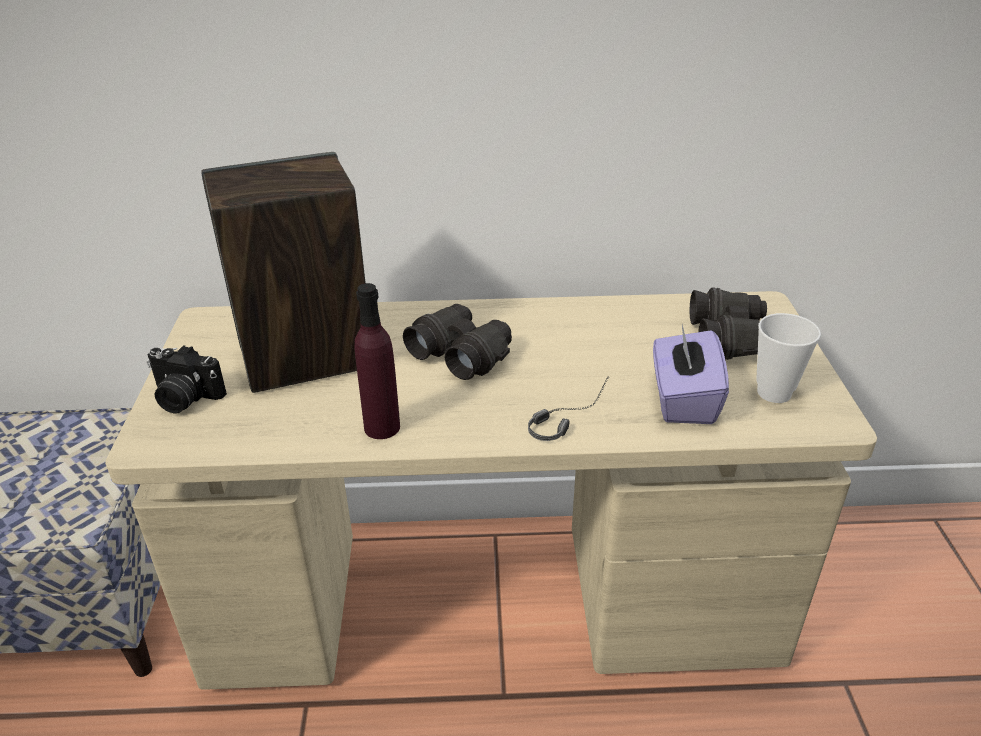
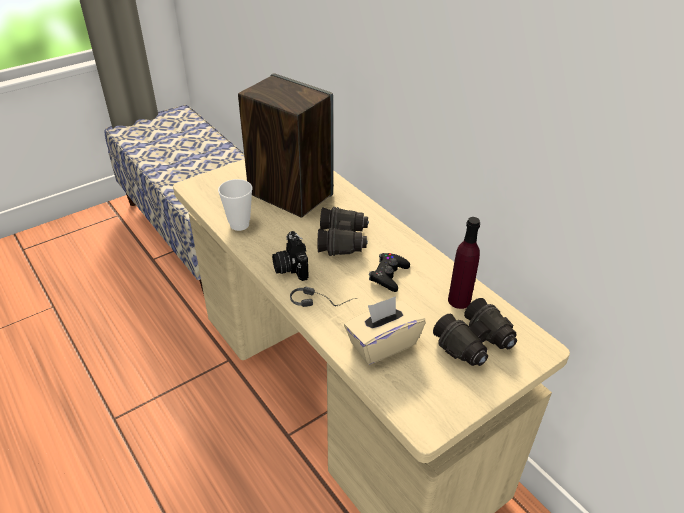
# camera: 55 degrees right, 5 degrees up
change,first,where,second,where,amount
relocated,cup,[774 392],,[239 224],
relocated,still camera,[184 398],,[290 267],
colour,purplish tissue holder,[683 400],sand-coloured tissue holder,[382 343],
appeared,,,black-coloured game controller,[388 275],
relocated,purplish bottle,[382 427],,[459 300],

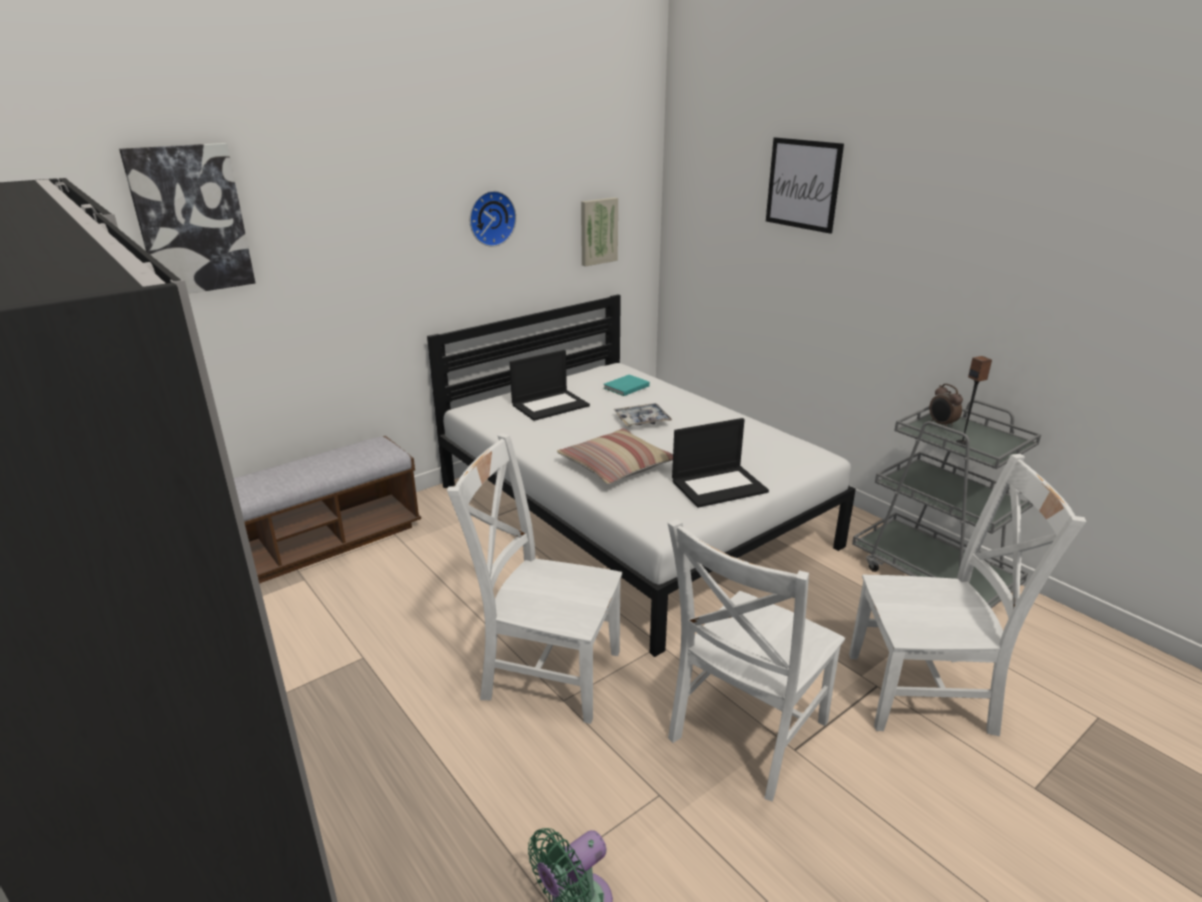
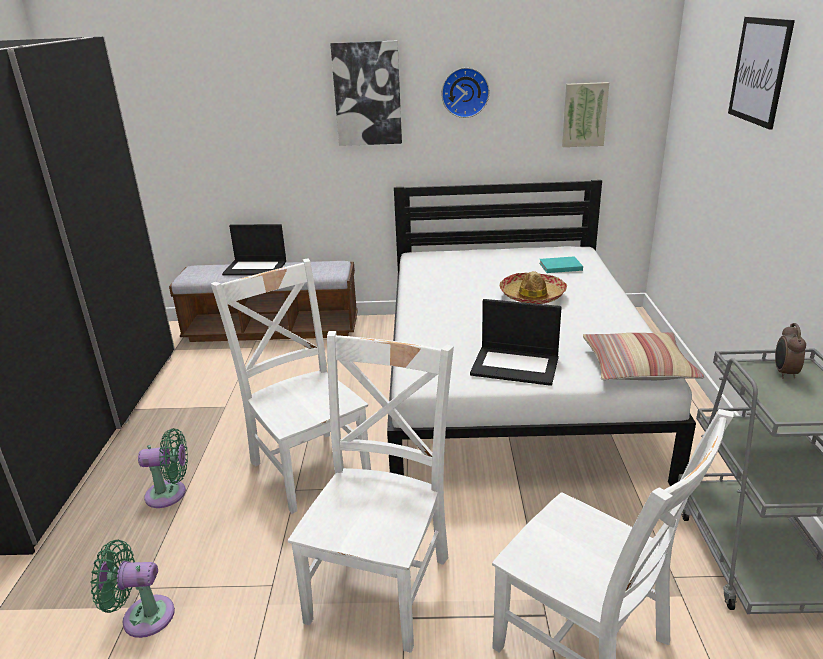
# camera: 40 degrees right, 0 degrees up
change,first,where,second,where,amount
appeared,,,greenish fan,[170 494],
relocated,laptop,[550 405],,[256 267],
spun,white plain chair,[745 734],,[382 583],120 degrees clockwise
relocated,wall art,[191 220],,[367 94],
exchanged,carrying tray,[642 420],wearable hat,[532 296],
relocated,throw pillow,[616 466],,[637 367],
missing,audio speaker,[962 442],,,

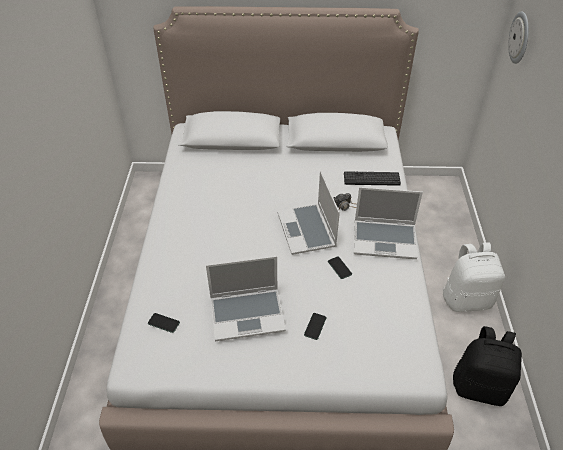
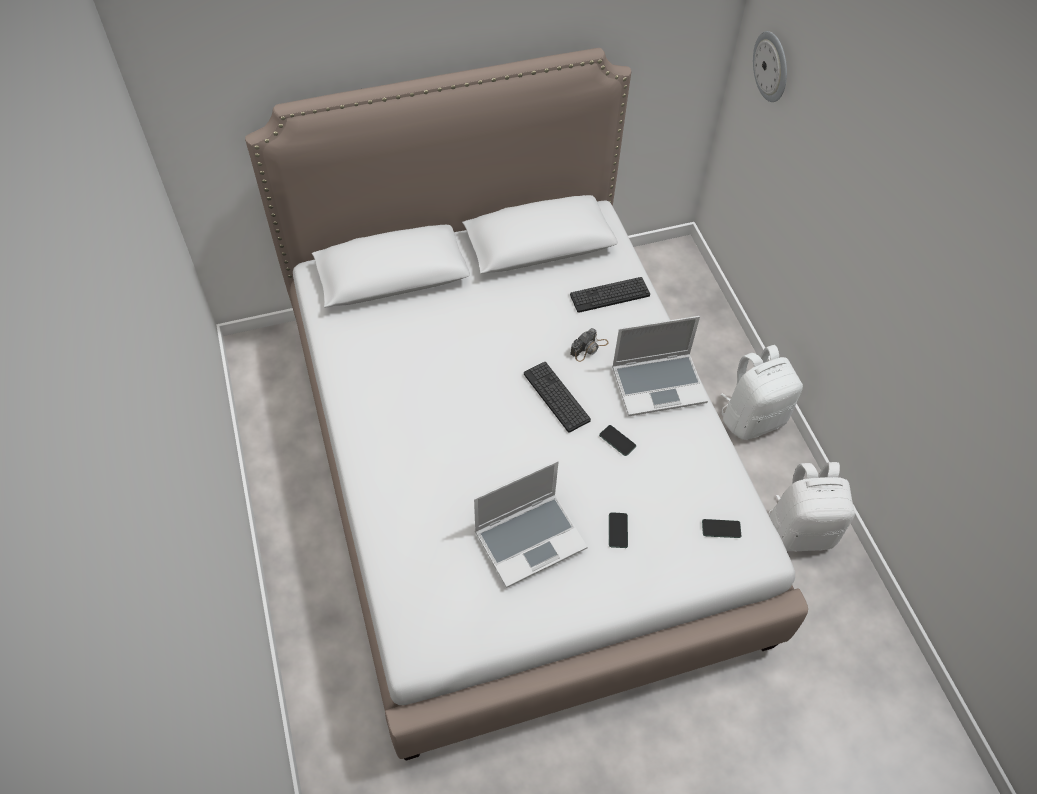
# camera: 20 degrees left, 10 degrees up
change,first,where,second,where,amount
exchanged,laptop,[307 230],computer keyboard,[556 397],
relocated,phone,[163 323],,[721 529],
colour,black-coloured backpack,[480 386],white backpack,[800 530],

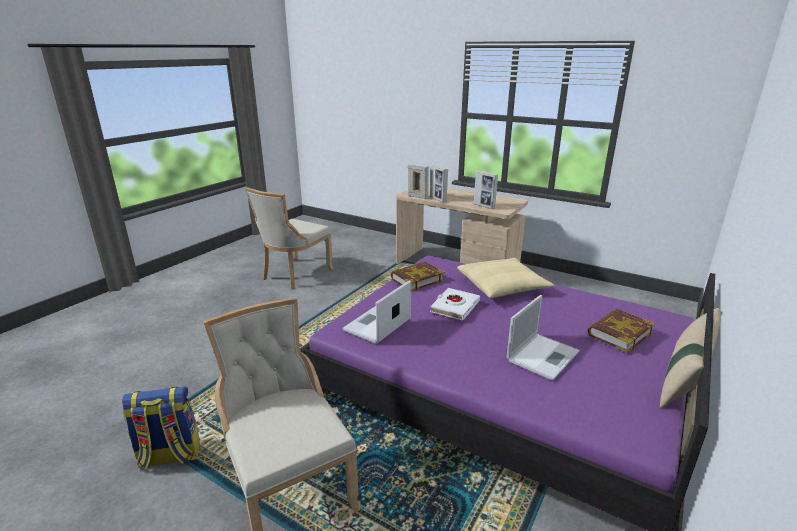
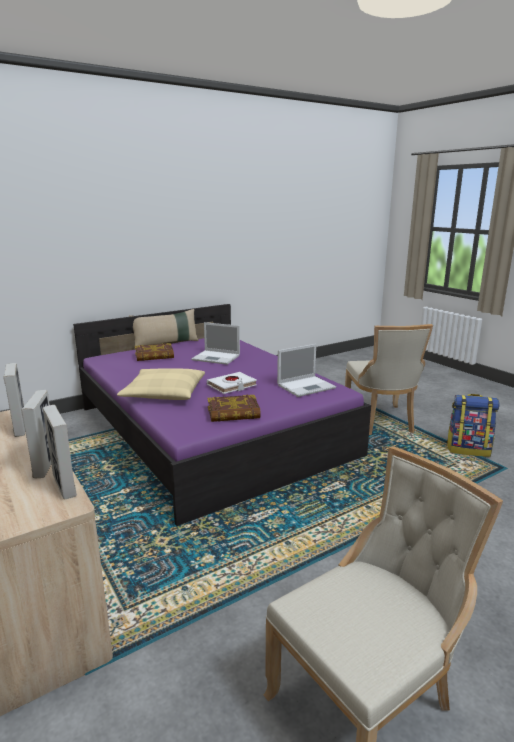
# camera: 155 degrees left, 5 degrees down
change,first,where,second,where,amount
spun,laptop,[543 355],,[217 357],135 degrees counterclockwise

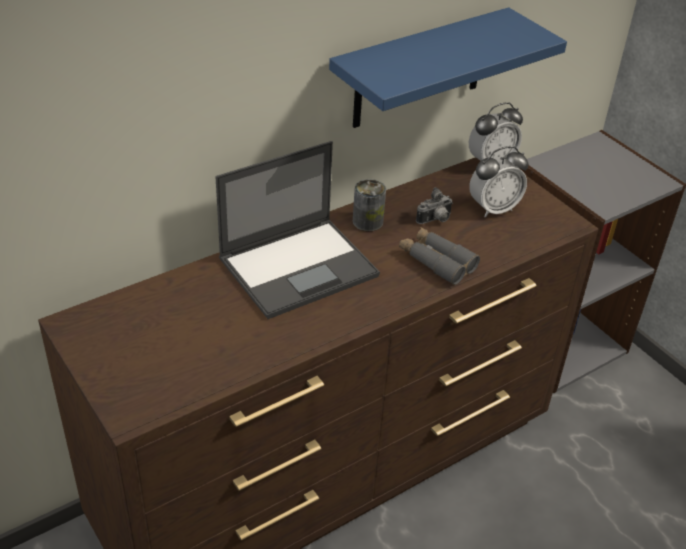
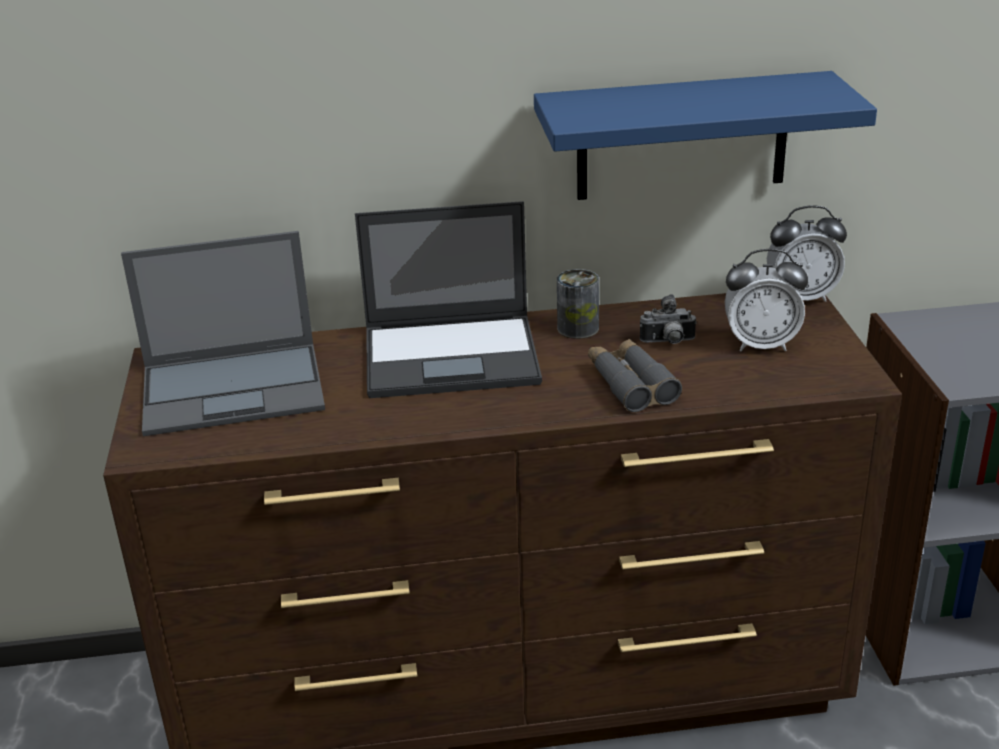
# camera: 30 degrees right, 10 degrees down
change,first,where,second,where,amount
appeared,,,laptop,[235 388],

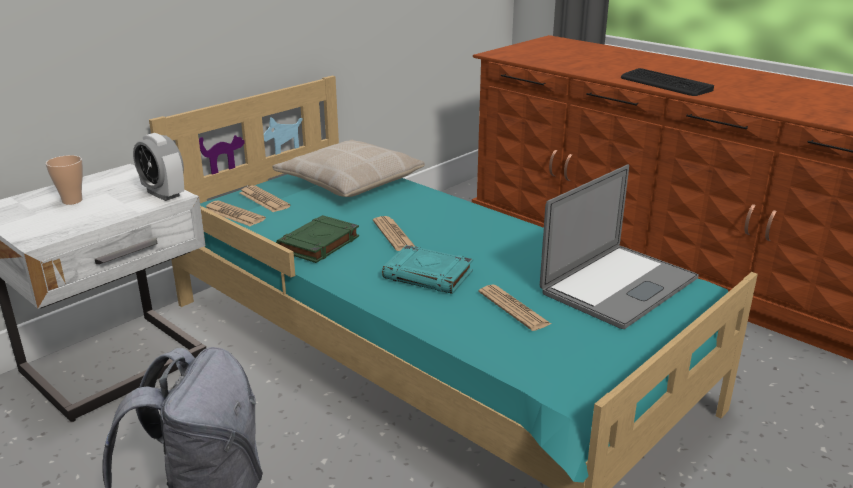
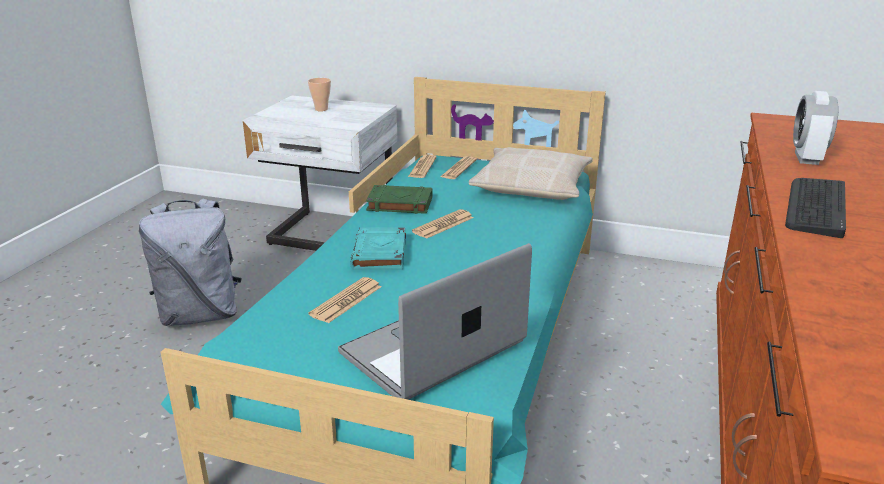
# camera: 65 degrees right, 0 degrees up
change,first,where,second,where,amount
spun,laptop,[619 285],,[433 348],120 degrees clockwise
relocated,alarm clock,[163 194],,[806 158],

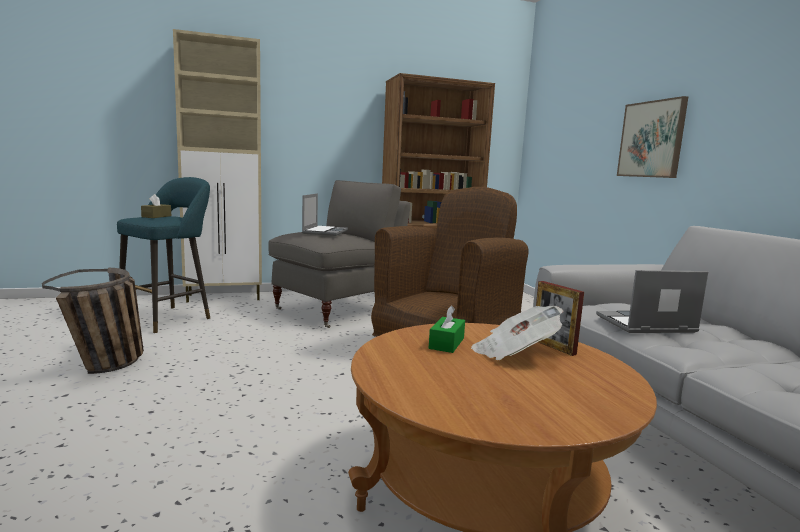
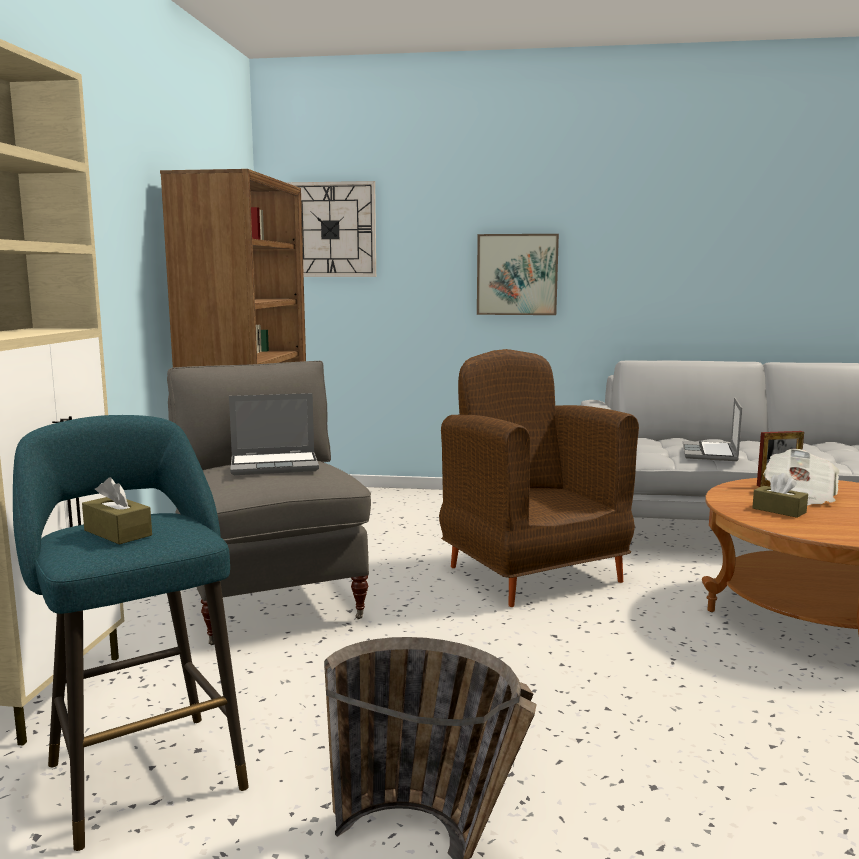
# camera: 65 degrees left, 0 degrees up
change,first,where,second,where,amount
spun,laptop,[324 232],,[275 465],135 degrees clockwise
appeared,,,clock on the wall,[330 230],
colour,greenish tissue holder,[446 343],brown tissue holder,[779 510],

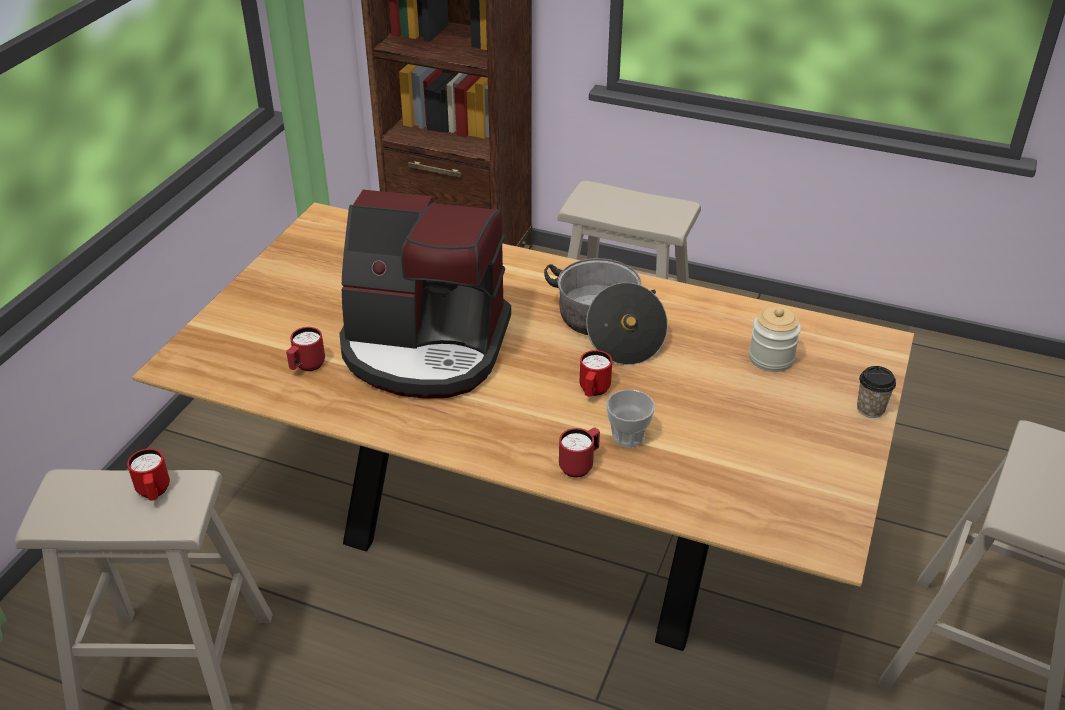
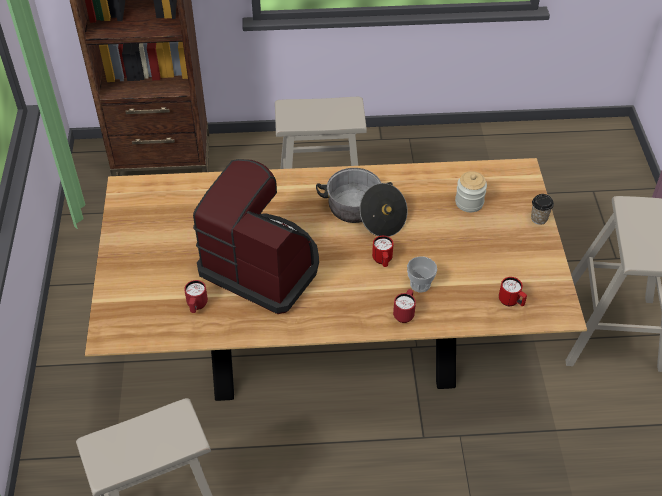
# camera: 25 degrees left, 10 degrees up
change,first,where,second,where,amount
spun,coffee brewer,[425 348],,[262 266],135 degrees counterclockwise
relocated,red-coloured tea mug,[154 493],,[511 302],

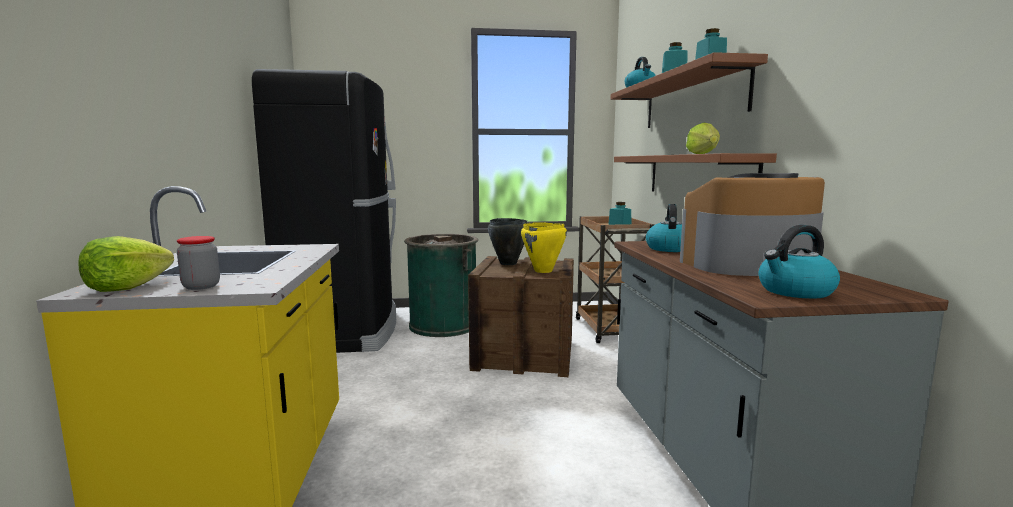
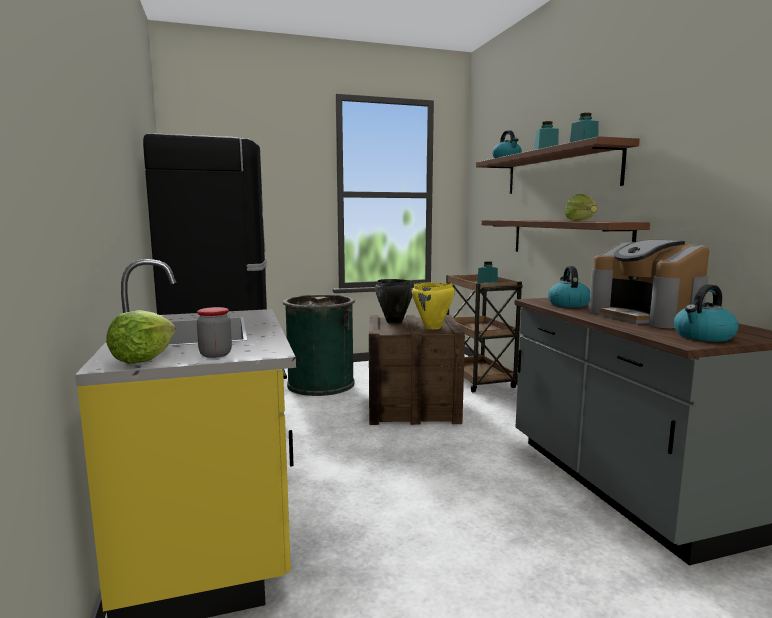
# camera: 10 degrees left, 0 degrees up
change,first,where,second,where,amount
spun,coffee brewer,[748 265],,[646 316],90 degrees counterclockwise

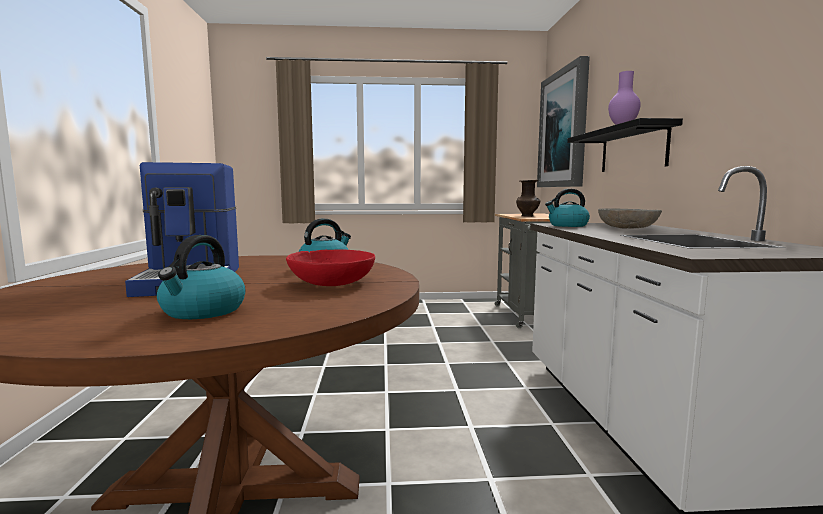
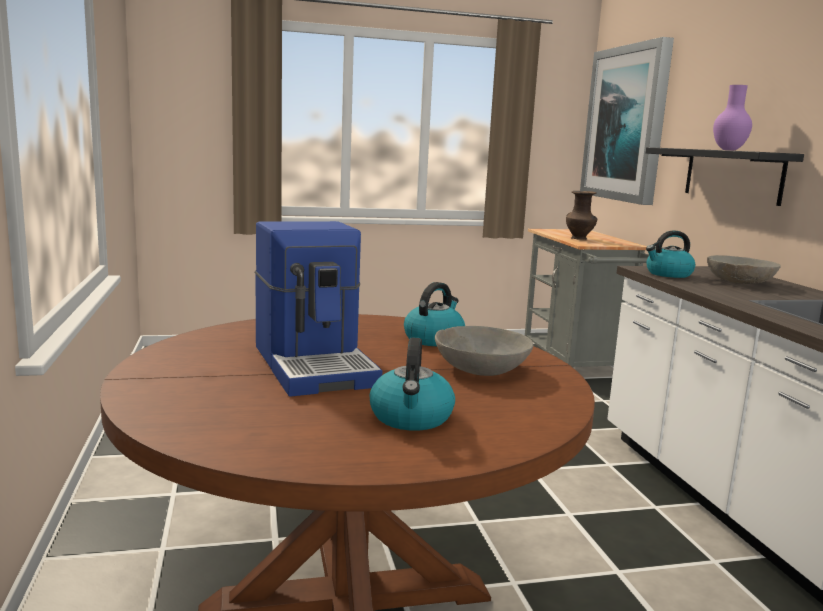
# camera: 10 degrees left, 5 degrees up
change,first,where,second,where,amount
colour,red-coloured bowl,[331 283],gray bowl,[481 369],

